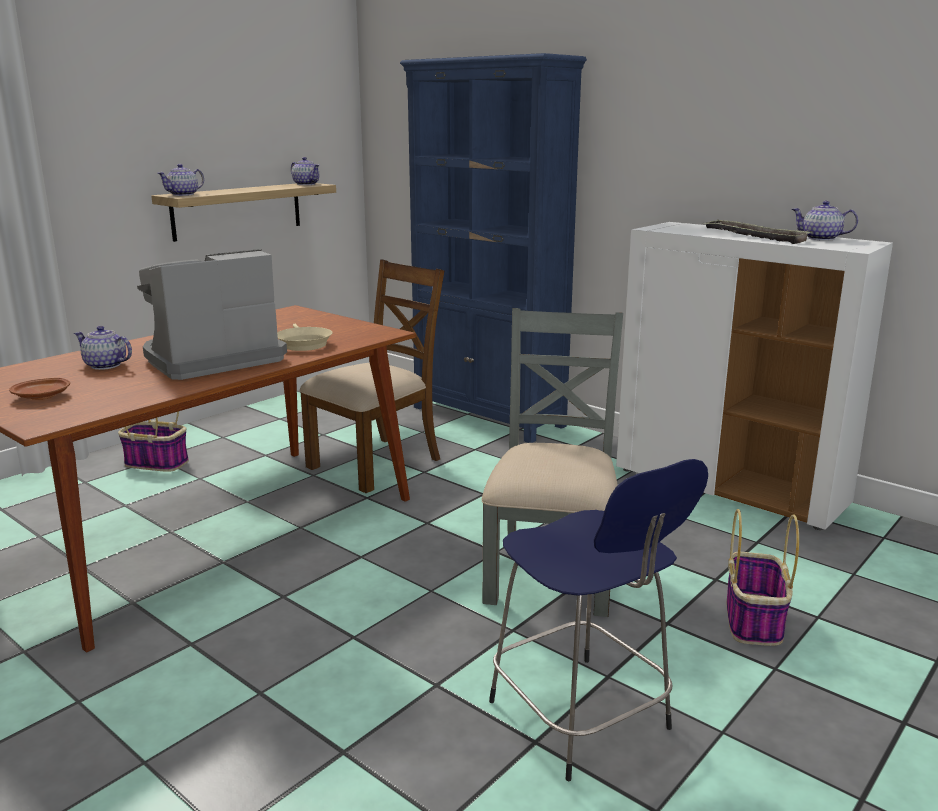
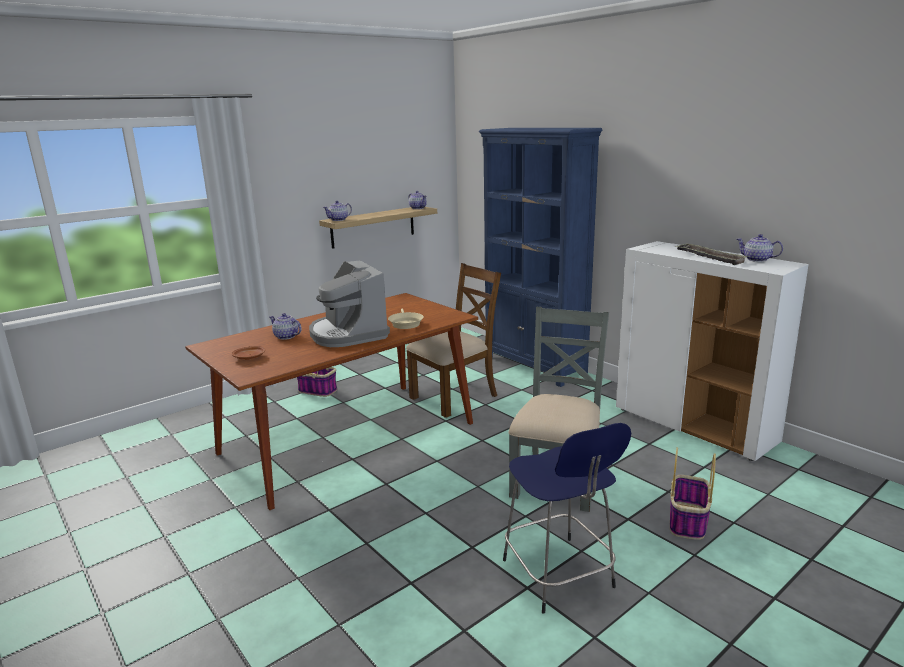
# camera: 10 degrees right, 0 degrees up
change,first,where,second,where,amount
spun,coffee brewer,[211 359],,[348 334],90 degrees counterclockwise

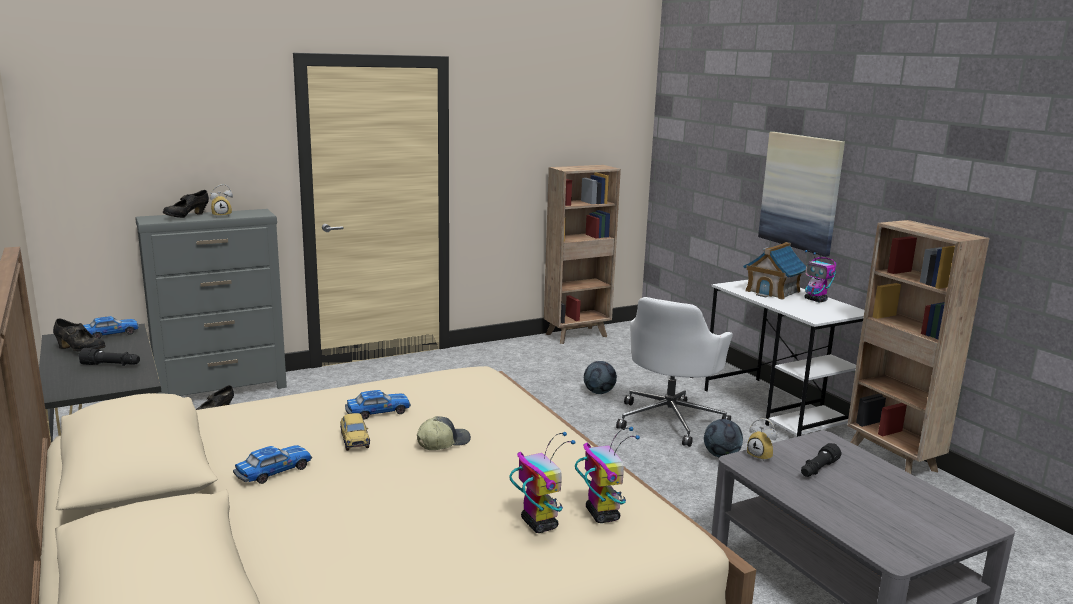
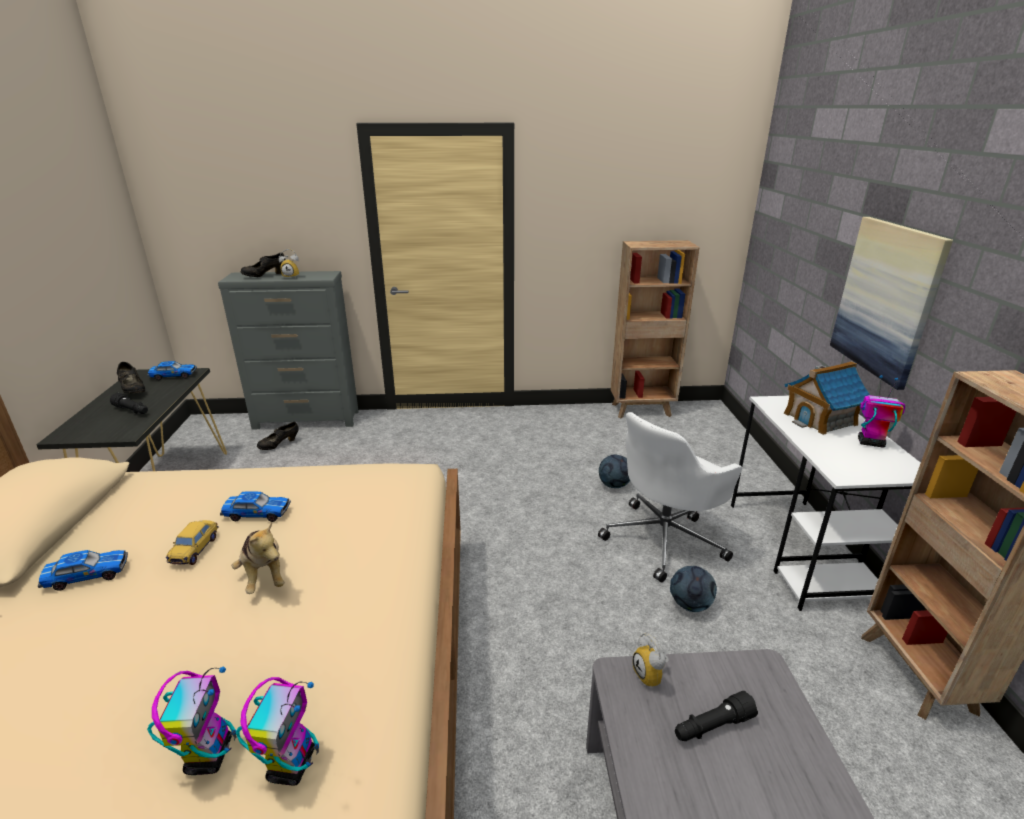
# camera: 25 degrees right, 10 degrees up
change,first,where,second,where,amount
exchanged,baseball cap,[443 442],plush toy,[264 575],
spun,model robot,[816 300],,[870 443],120 degrees clockwise

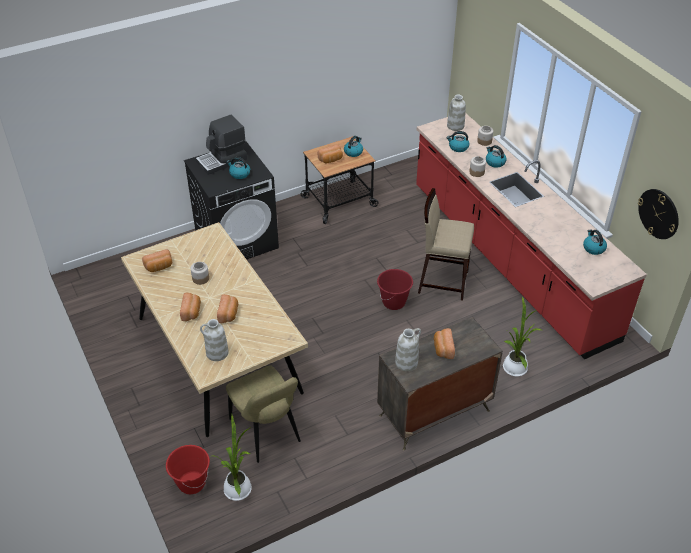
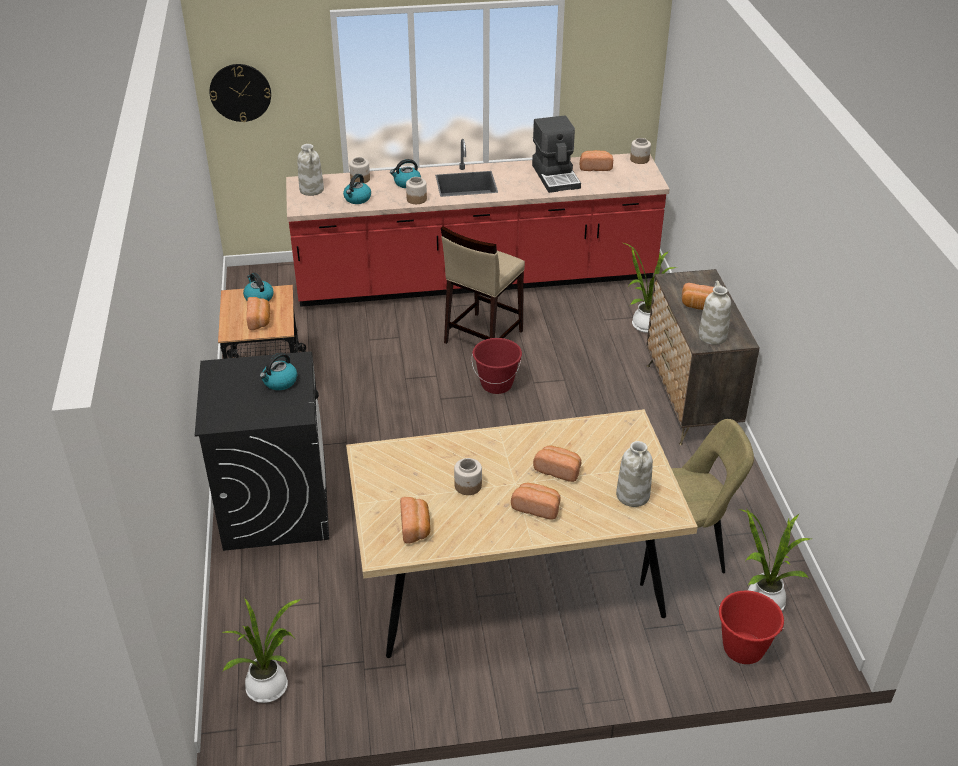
# camera: 70 degrees left, 5 degrees down
change,first,where,second,where,amount
relocated,clock on the wall,[658 213],,[240 92],
appeared,,,houseplant,[270 687],
relocated,coffee brewer,[222 160],,[556 176],
exchanged,tea kettle,[593 248],bakery bread,[595 167],
appeared,,,preserve jar,[640 159],

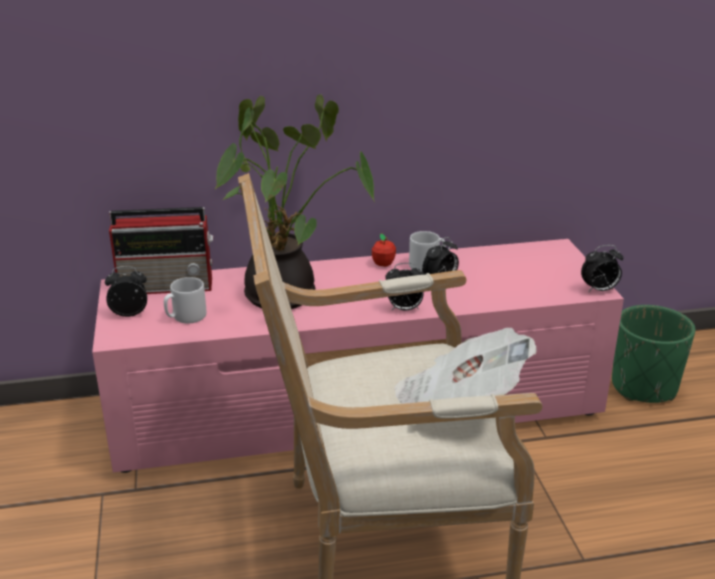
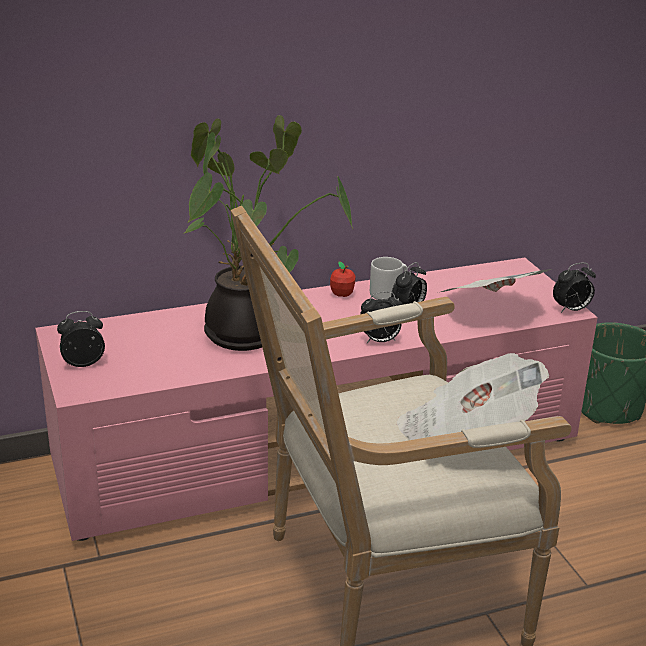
# camera: 10 degrees left, 0 degrees up
change,first,where,second,where,amount
appeared,,,newspaper,[489 308],
missing,radio,[168 285],,,
missing,gray tea mug,[185 317],,,

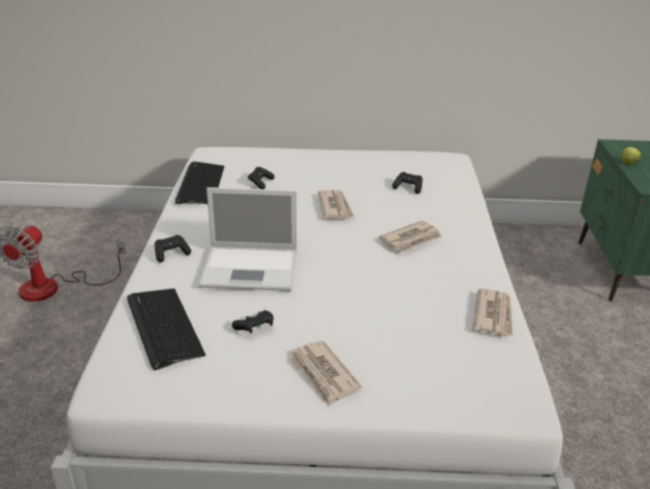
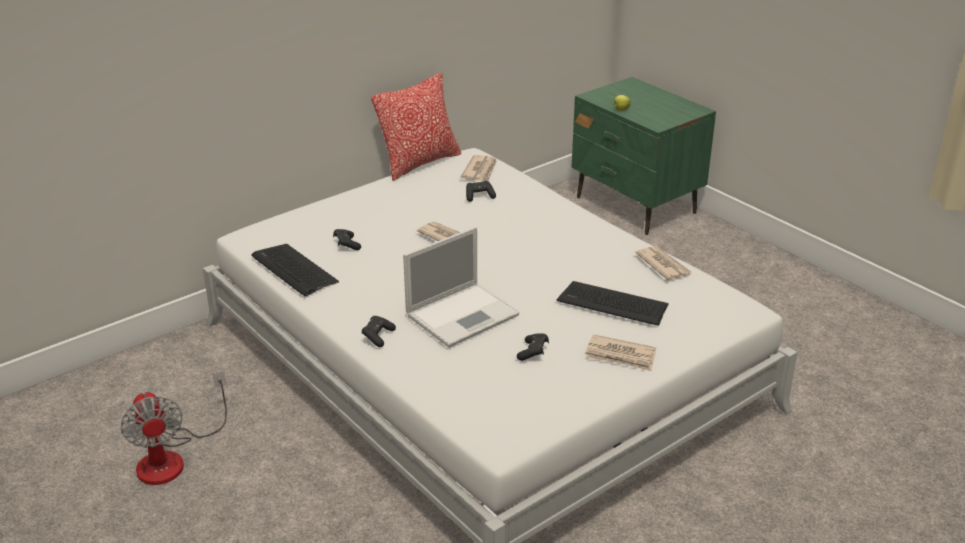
# camera: 40 degrees left, 0 degrees up
change,first,where,second,where,amount
appeared,,,throw pillow,[419 163],
relocated,newspaper,[412 239],,[480 171],
relocated,computer keyboard,[163 327],,[613 304],

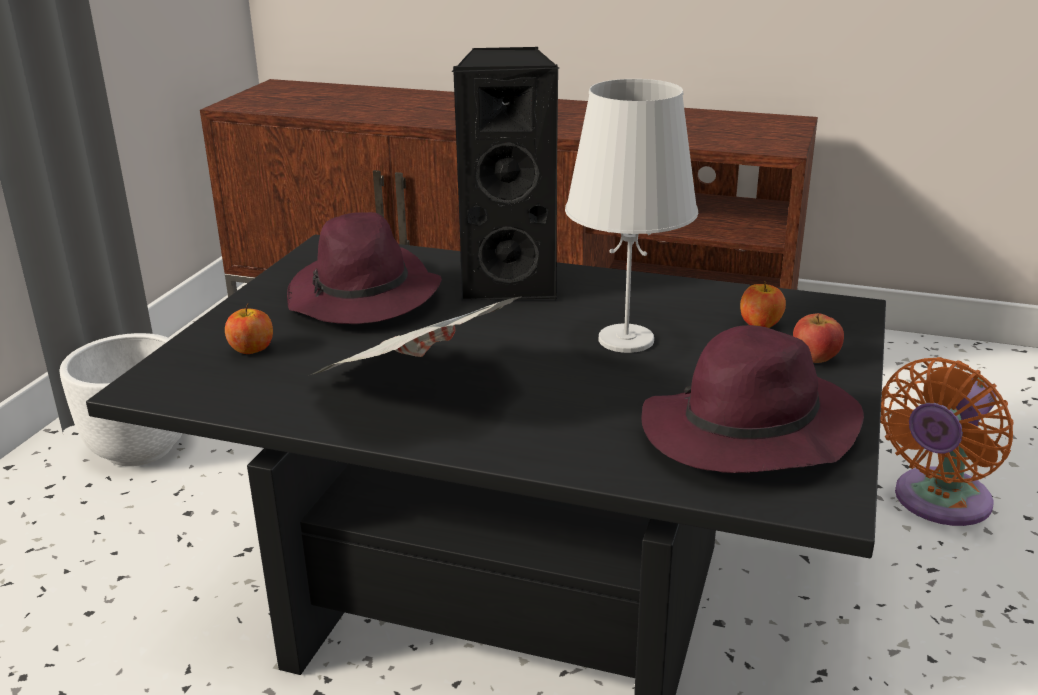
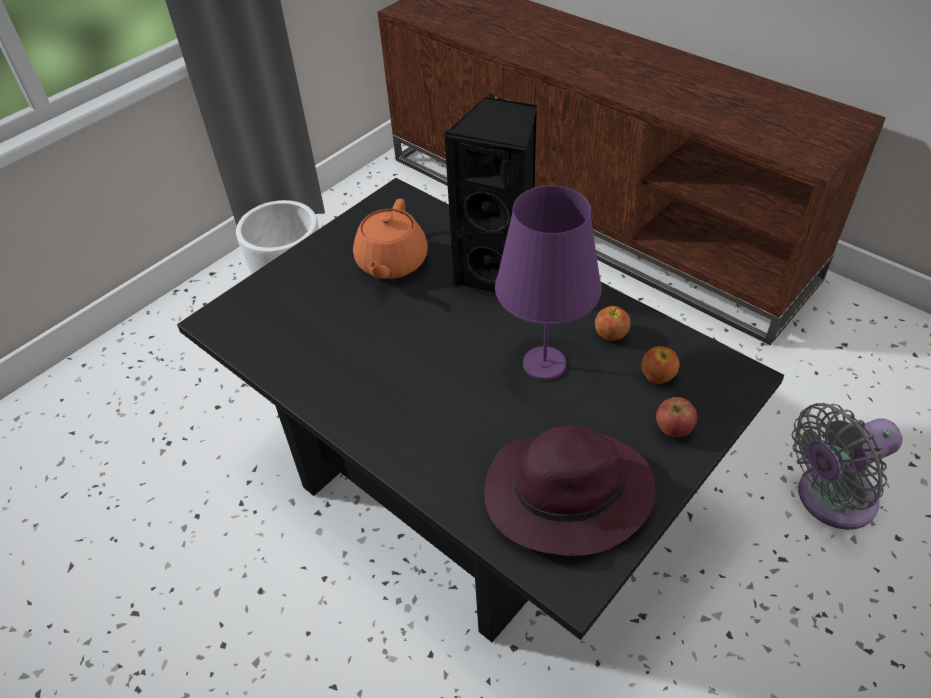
# camera: 25 degrees right, 20 degrees up
change,first,where,second,where,amount
exchanged,purplish wearable hat,[365 297],orangey pot for tea,[391 263],
colour,white table lamp,[626 340],purplish table lamp,[544 364],
relocated,apple fruit,[251 349],,[610 334],
colour,orangey fan,[937 502],gray fan,[829 499],
missing,newspaper,[415 389],,,

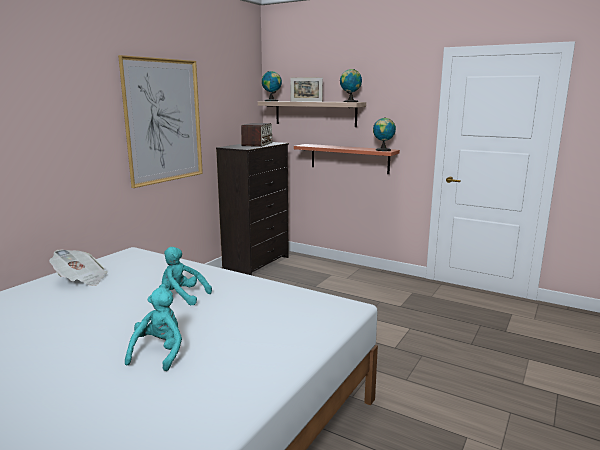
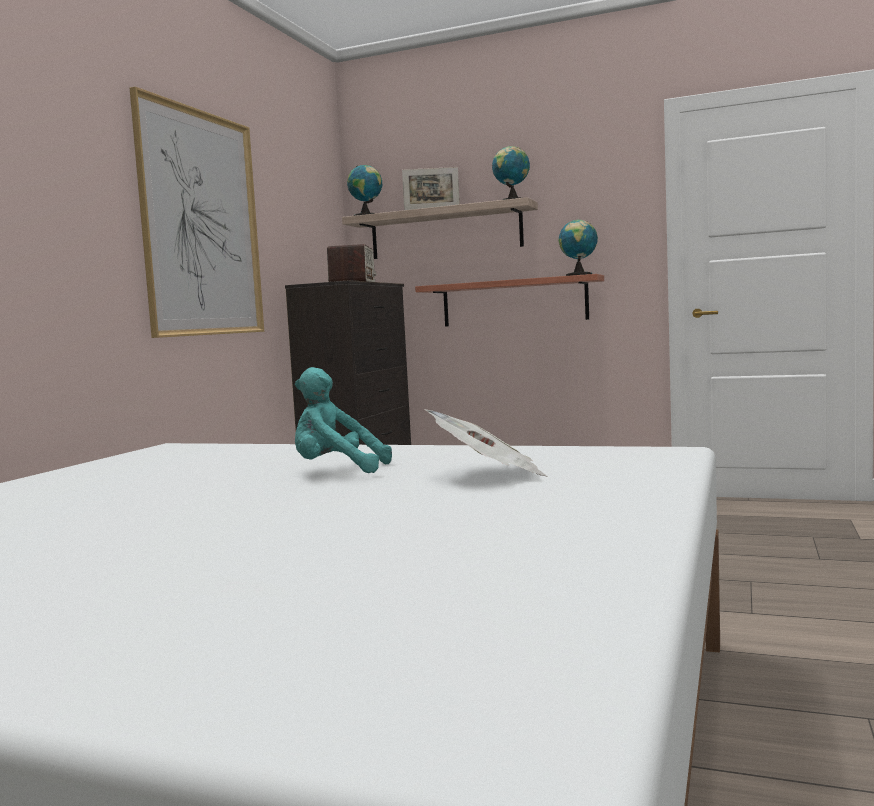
# camera: 10 degrees left, 10 degrees down
change,first,where,second,where,amount
relocated,newspaper,[81 280],,[489 475],
missing,turquoise-coloured plush toy,[159 353],,,

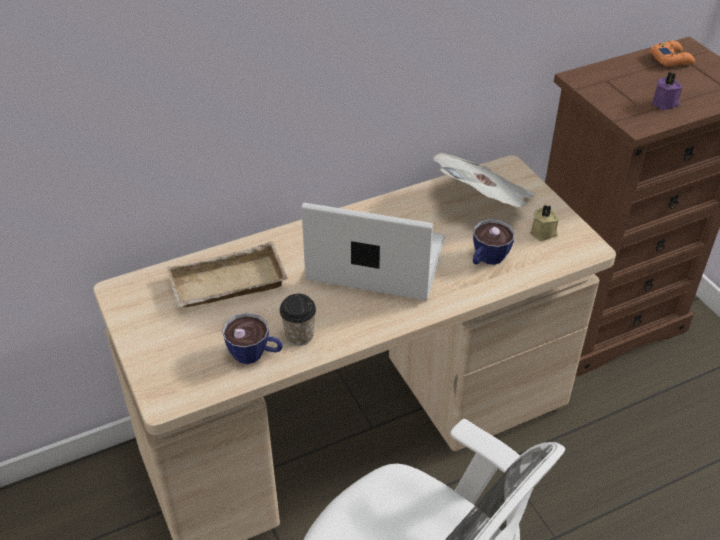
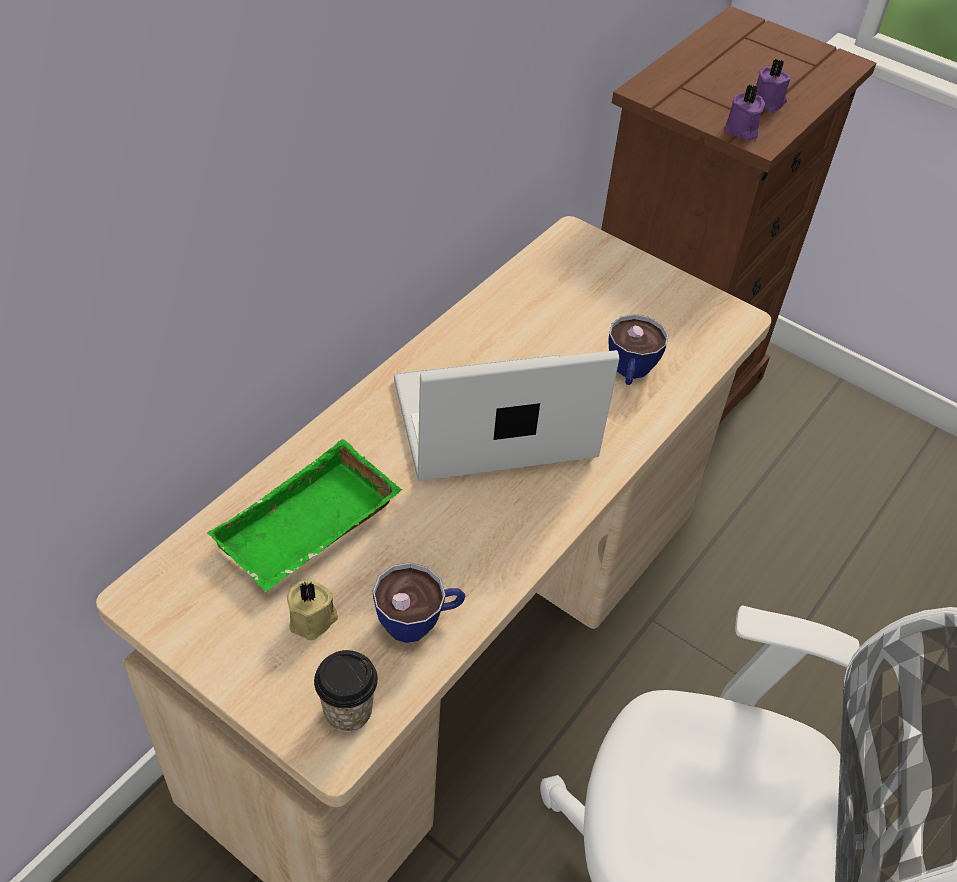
# camera: 30 degrees left, 5 degrees up
change,first,where,second,where,amount
colour,sand-coloured carrying tray,[227 286],greenish carrying tray,[309 530],
relocated,sand-coloured wax light,[544 233],,[313 620],
relocated,cup,[299 336],,[348 711],
appeared,,,purplish wax light,[741 130],
missing,newspaper,[484 202],,,
missing,orangey game controller,[671 59],,,

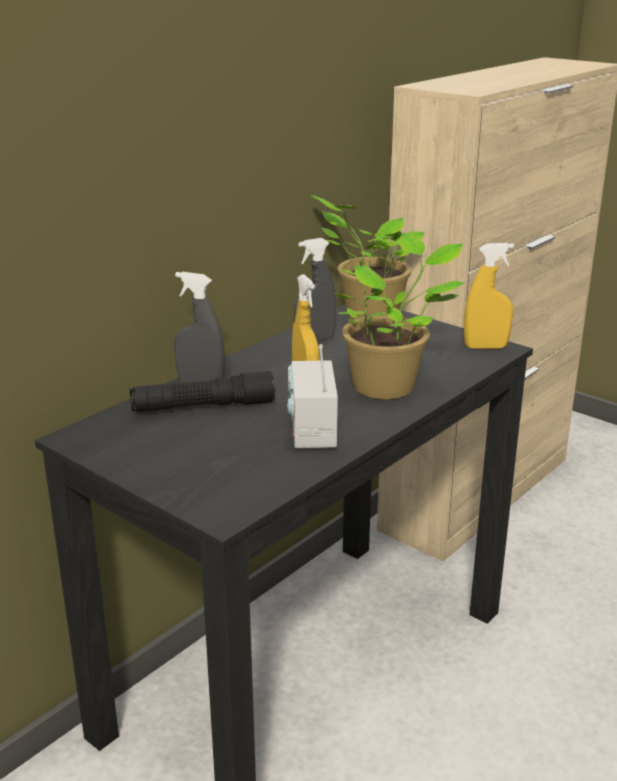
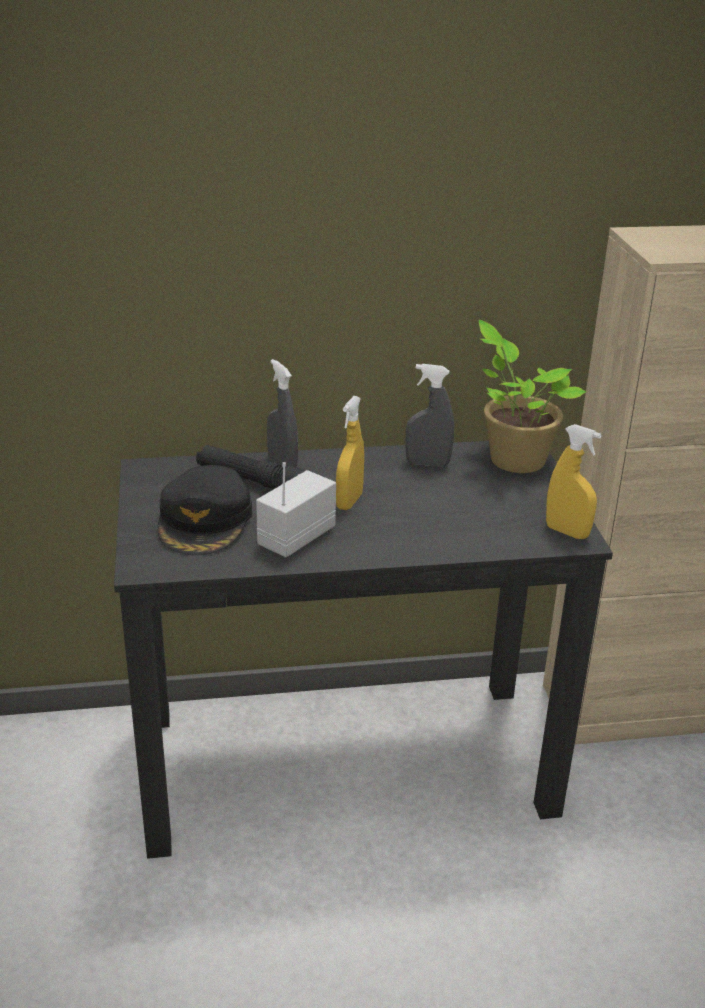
# camera: 40 degrees right, 5 degrees up
change,first,where,second,where,amount
appeared,,,black-coloured baseball cap,[205 520],
missing,houseplant,[388 386],,,

